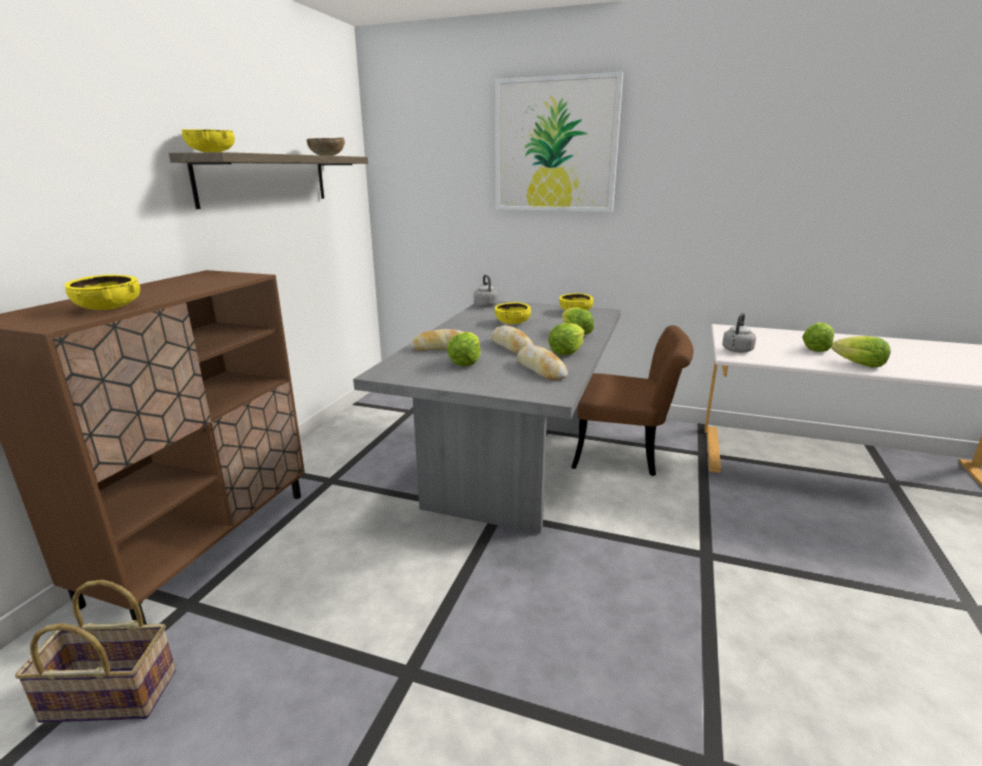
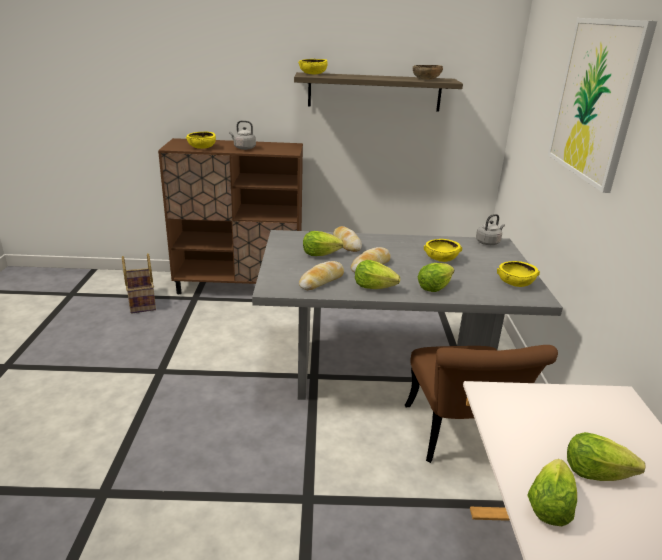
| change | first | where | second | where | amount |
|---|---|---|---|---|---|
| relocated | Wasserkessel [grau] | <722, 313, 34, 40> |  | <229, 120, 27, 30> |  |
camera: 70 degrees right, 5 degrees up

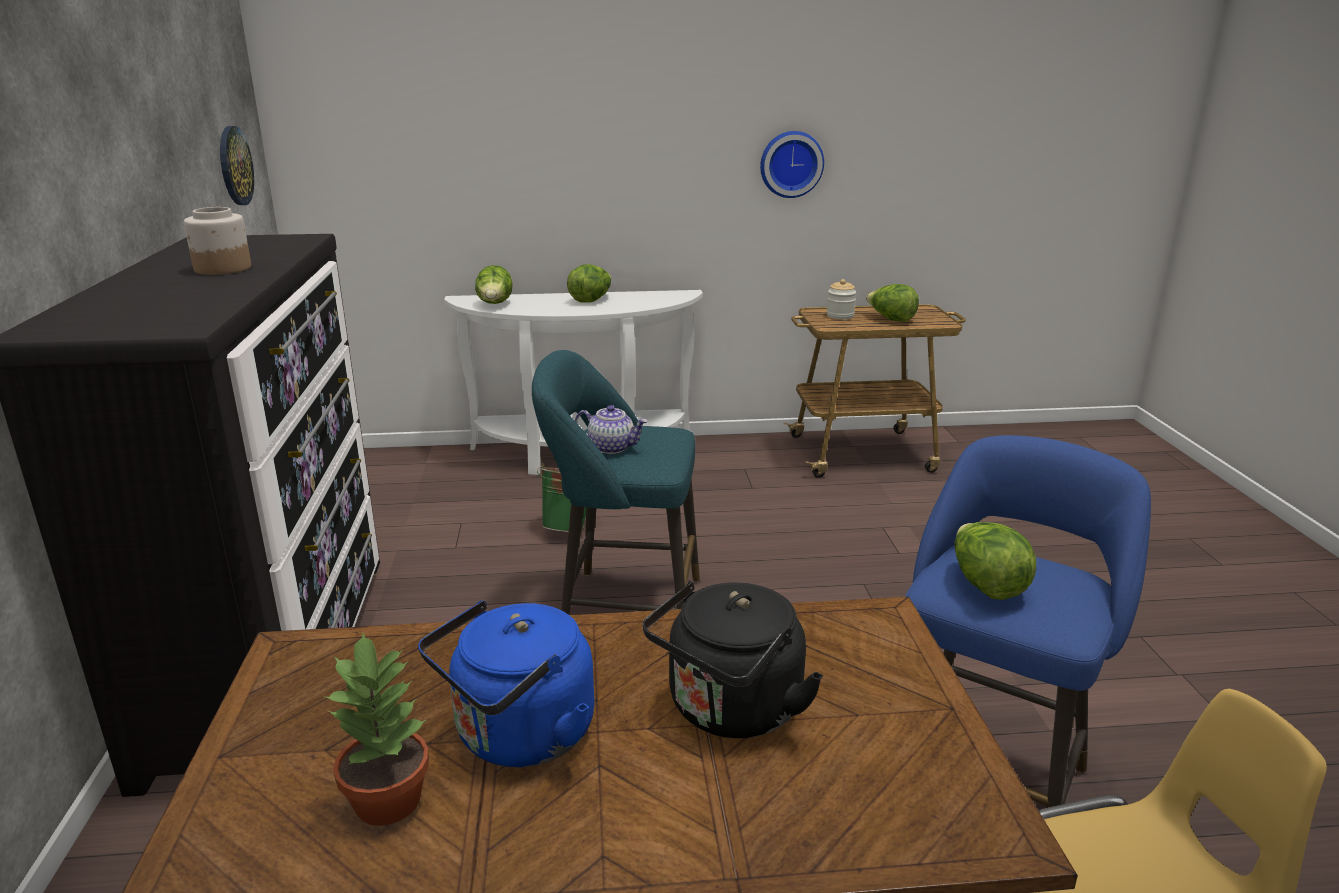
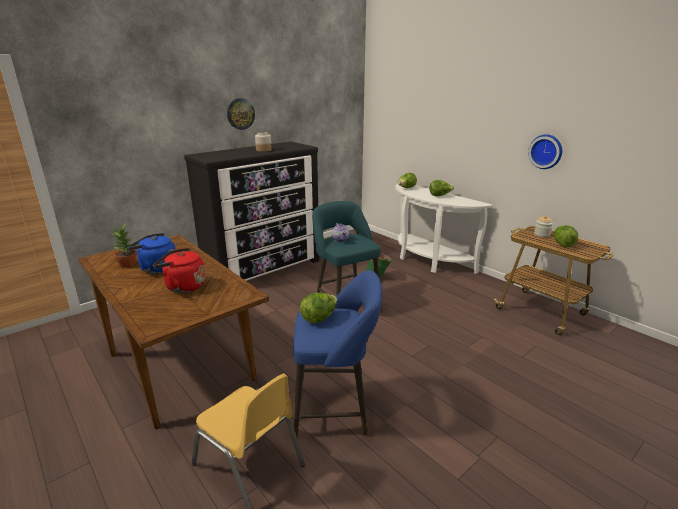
| change | first | where | second | where | amount |
|---|---|---|---|---|---|
| relocated | Wanduhr | <220, 126, 34, 79> |  | <227, 98, 28, 32> |  |
| colour | Wasserkessel [schwarz] | <643, 581, 180, 157> | Wasserkessel [rot] | <153, 248, 52, 45> |  |
camera: 55 degrees right, 0 degrees up

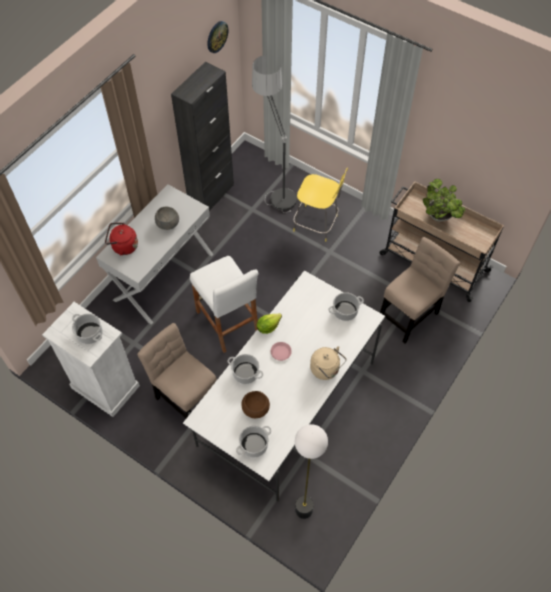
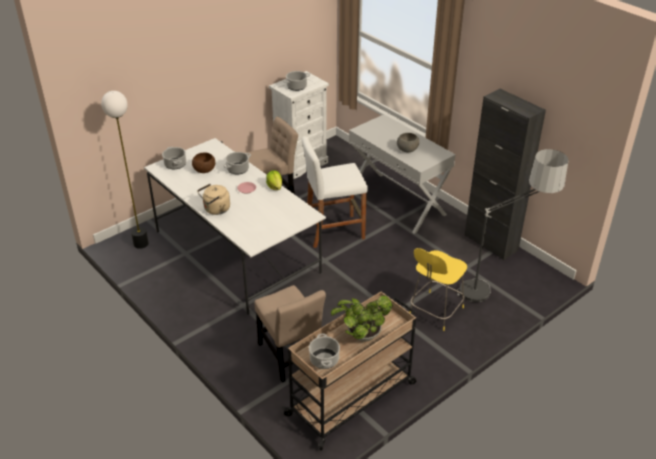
| change | first | where | second | where | amount |
|---|---|---|---|---|---|
| missing | Wasserkessel [rot] | <105, 222, 33, 33> |  |  |  |
| missing | Wanduhr | <207, 21, 21, 32> |  |  |  |
| relocated | Kochtopf | <328, 292, 36, 29> |  | <309, 333, 31, 36> |  |
camera: 105 degrees right, 20 degrees down

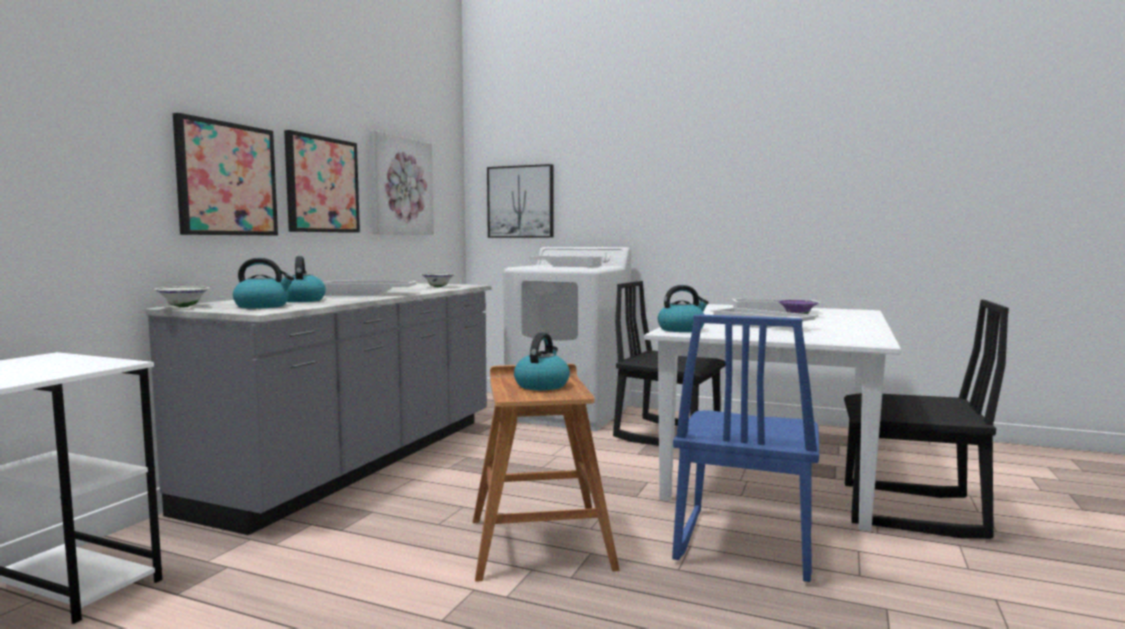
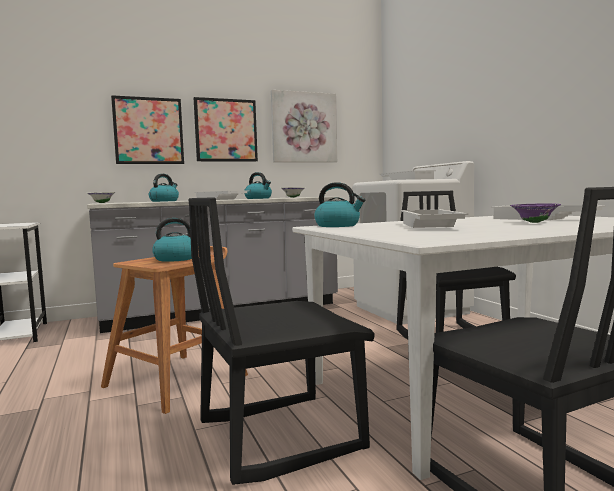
| change | first | where | second | where | amount |
|---|---|---|---|---|---|
| relocated | Wasserkessel | <233, 258, 61, 51> |  | <244, 172, 28, 27> |  |
| missing | Bild | <487, 164, 66, 74> |  |  |  |
| colour | Stuhl [blau] | <672, 314, 147, 268> | Stuhl [schwarz] | <188, 197, 187, 288> |  |
camera: 45 degrees right, 0 degrees up

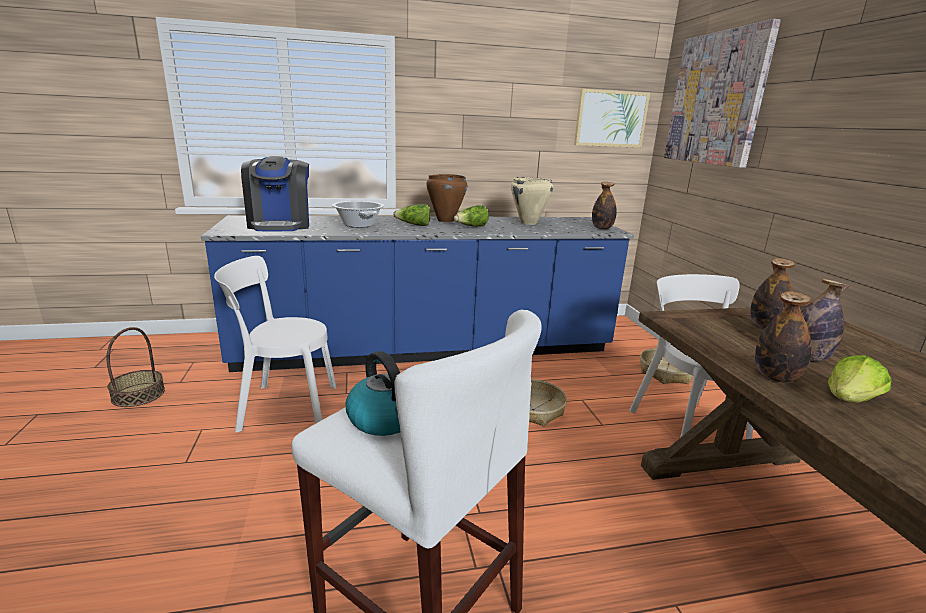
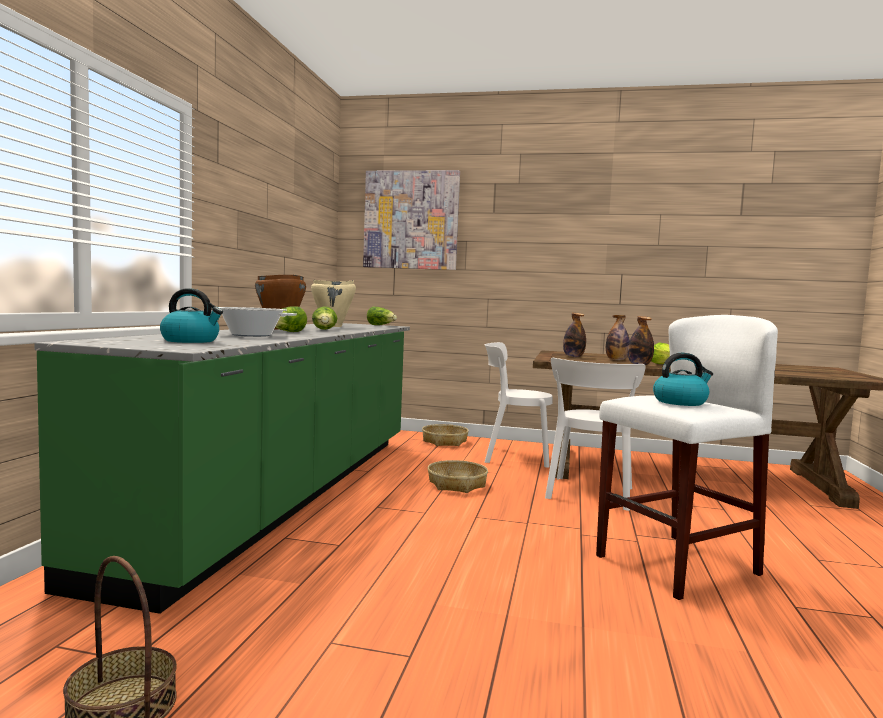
| change | first | where | second | where | amount |
|---|---|---|---|---|---|
| colour | Küchenzeile [blau] | <201, 215, 433, 157> | Küchenzeile [grün] | <35, 323, 375, 291> |  |
| relocated | Stuhl [weiß] | <214, 256, 122, 176> |  | <545, 358, 101, 153> |  |
| exchanged | Kaffeemaschine | <241, 156, 68, 75> | Wasserkessel | <160, 288, 63, 55> |  |
| missing | Bild | <574, 89, 76, 59> |  |  |  |
| exchanged | Flasche | <592, 182, 24, 47> | Salatkopf | <367, 307, 30, 18> |  |
camera: 65 degrees left, 15 degrees down

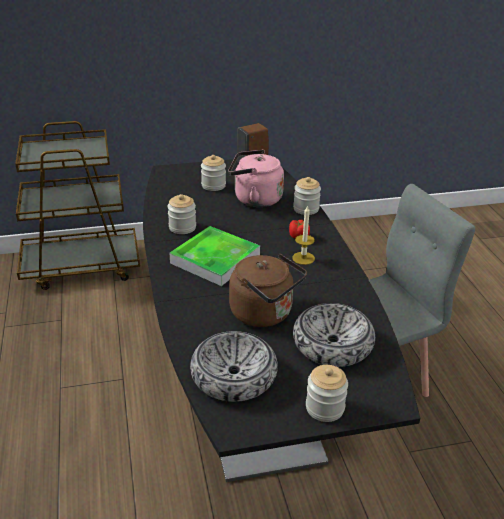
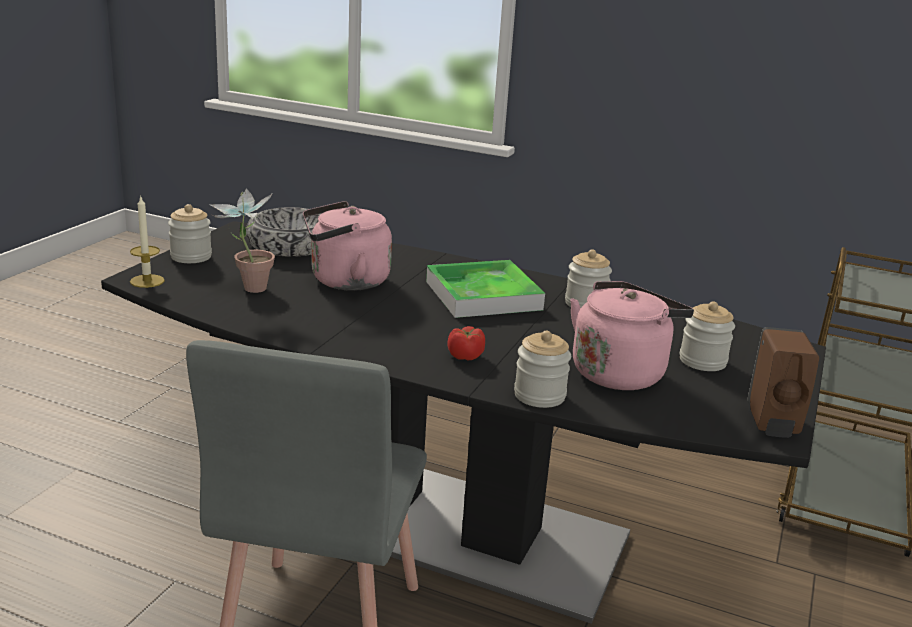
| change | first | where | second | where | amount |
|---|---|---|---|---|---|
| colour | Wasserkessel [braun] | <229, 254, 78, 73> | Wasserkessel [rosa] | <303, 201, 89, 90> |  |
| relocated | Kerze | <292, 205, 23, 60> |  | <130, 195, 35, 93> |  |
| exchanged | Schüssel | <293, 303, 82, 64> | Topfpflanze | <209, 189, 66, 104> |  |
camera: 125 degrees right, 10 degrees down

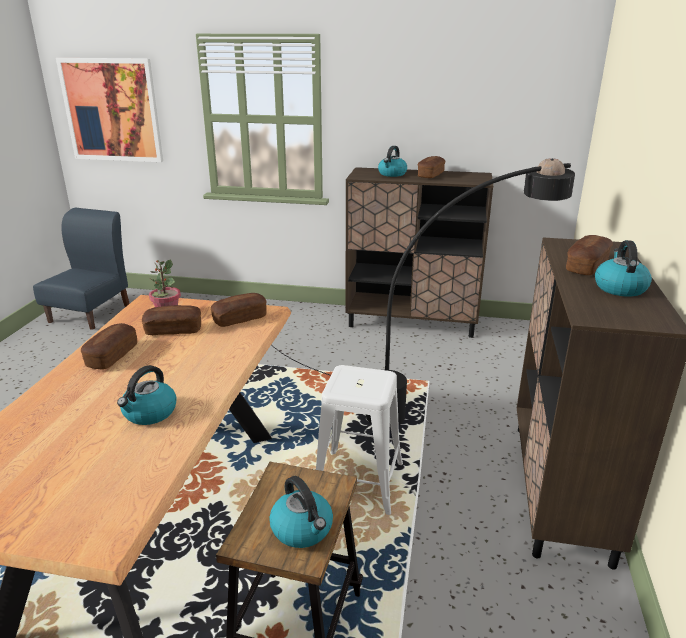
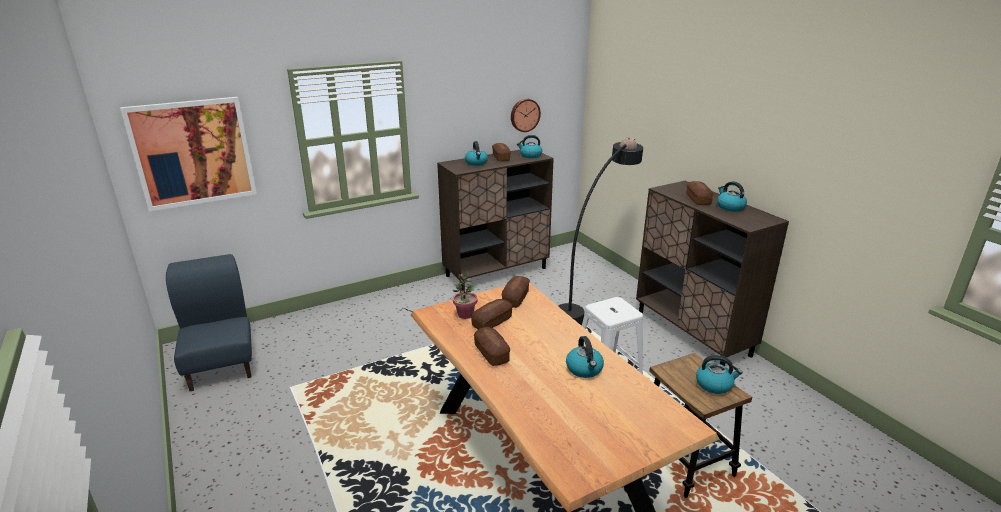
| change | first | where | second | where | amount |
|---|---|---|---|---|---|
| appeared |  |  | Wanduhr | <511, 99, 30, 33> |  |
| appeared |  |  | Wasserkessel | <517, 135, 25, 23> |  |
camera: 40 degrees left, 0 degrees up

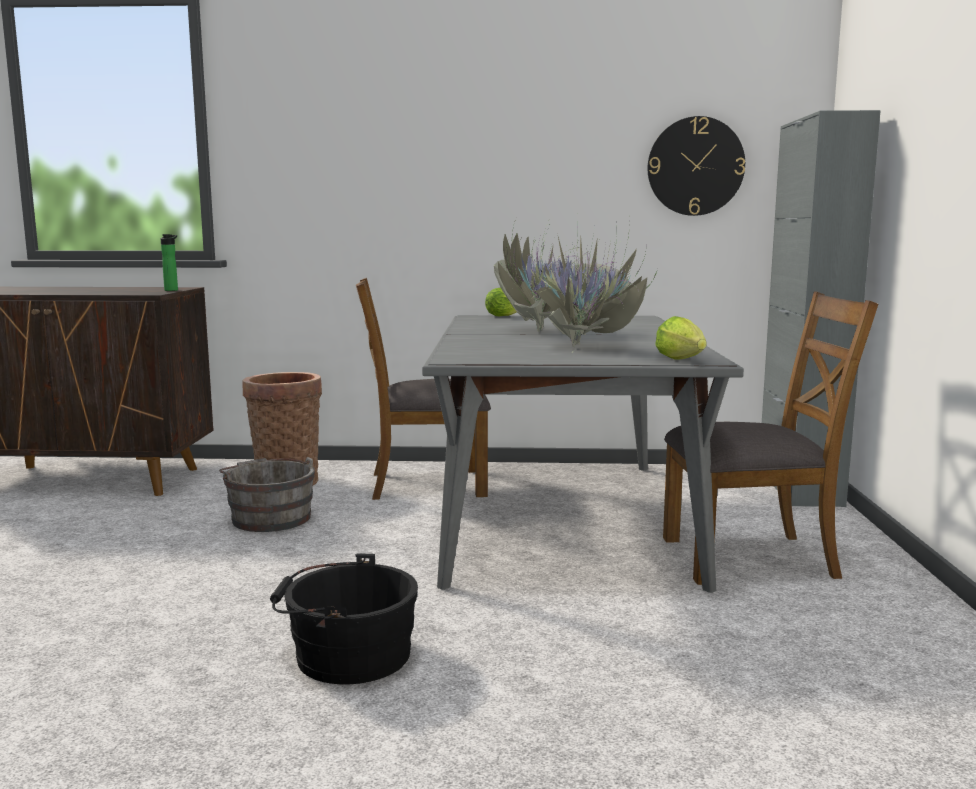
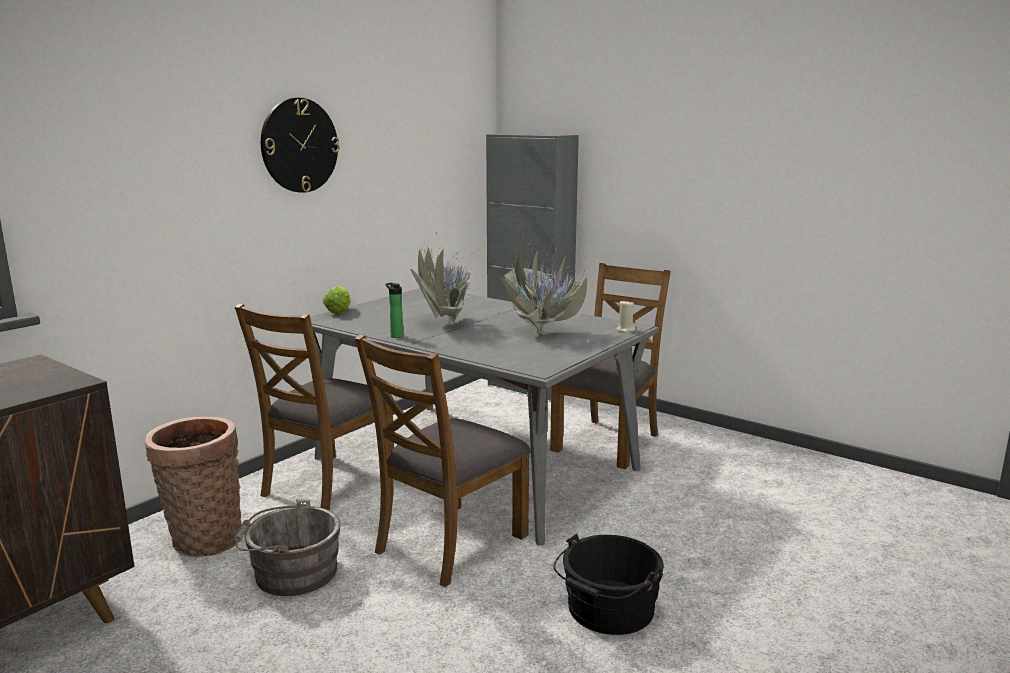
| change | first | where | second | where | amount |
|---|---|---|---|---|---|
| relocated | Flasche | <161, 234, 17, 57> |  | <385, 283, 18, 55> |  |
| relocated | Wanduhr | <648, 116, 97, 100> |  | <261, 98, 79, 95> |  |
| exchanged | Salatkopf | <655, 316, 51, 44> | Kerze [beige] | <617, 301, 18, 32> |  |
| appeared |  |  | Stuhl [braun] | <355, 334, 176, 253> |  |
camera: 55 degrees left, 5 degrees up

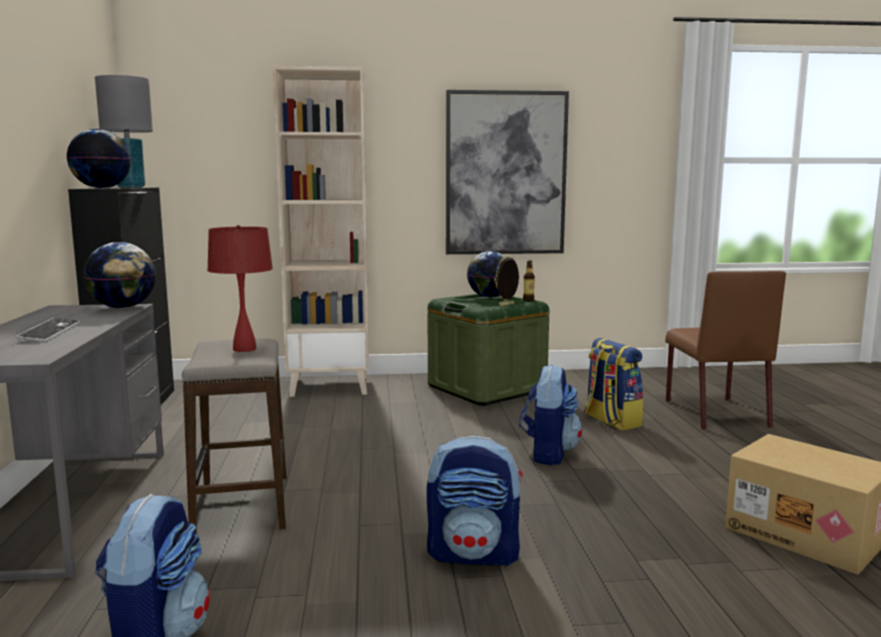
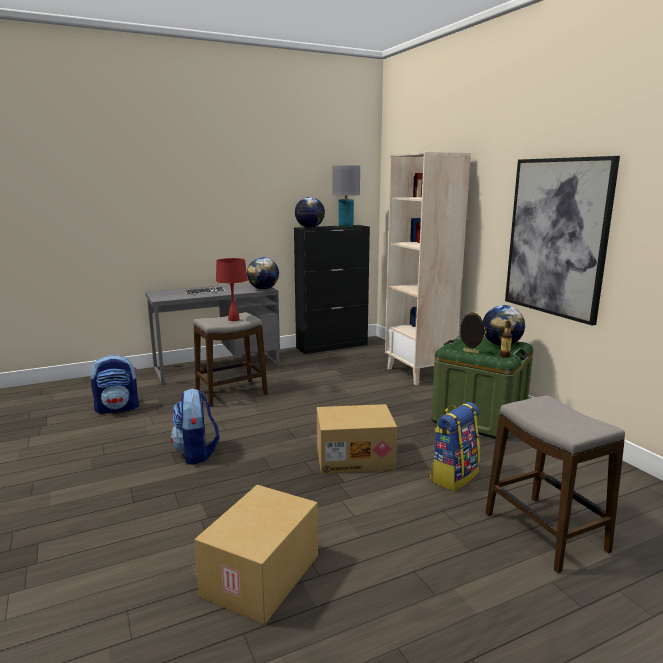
| change | first | where | second | where | amount |
|---|---|---|---|---|---|
| exchanged | Rucksack | <519, 364, 63, 102> | Karton | <317, 404, 80, 70> |  |
| exchanged | Stuhl [braun] | <665, 271, 121, 159> | Hocker | <485, 395, 140, 178> |  |
camera: 70 degrees right, 5 degrees up

